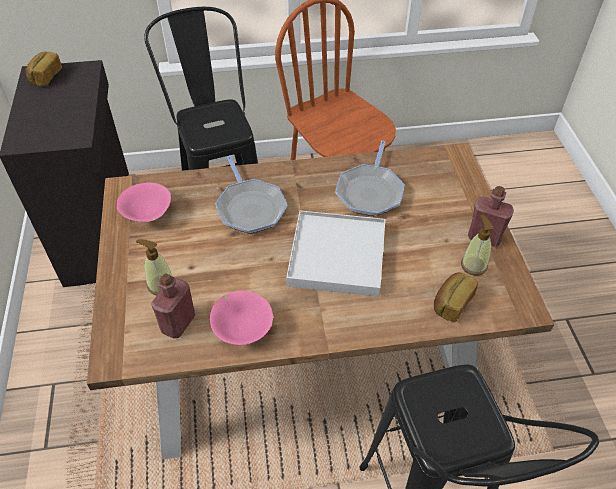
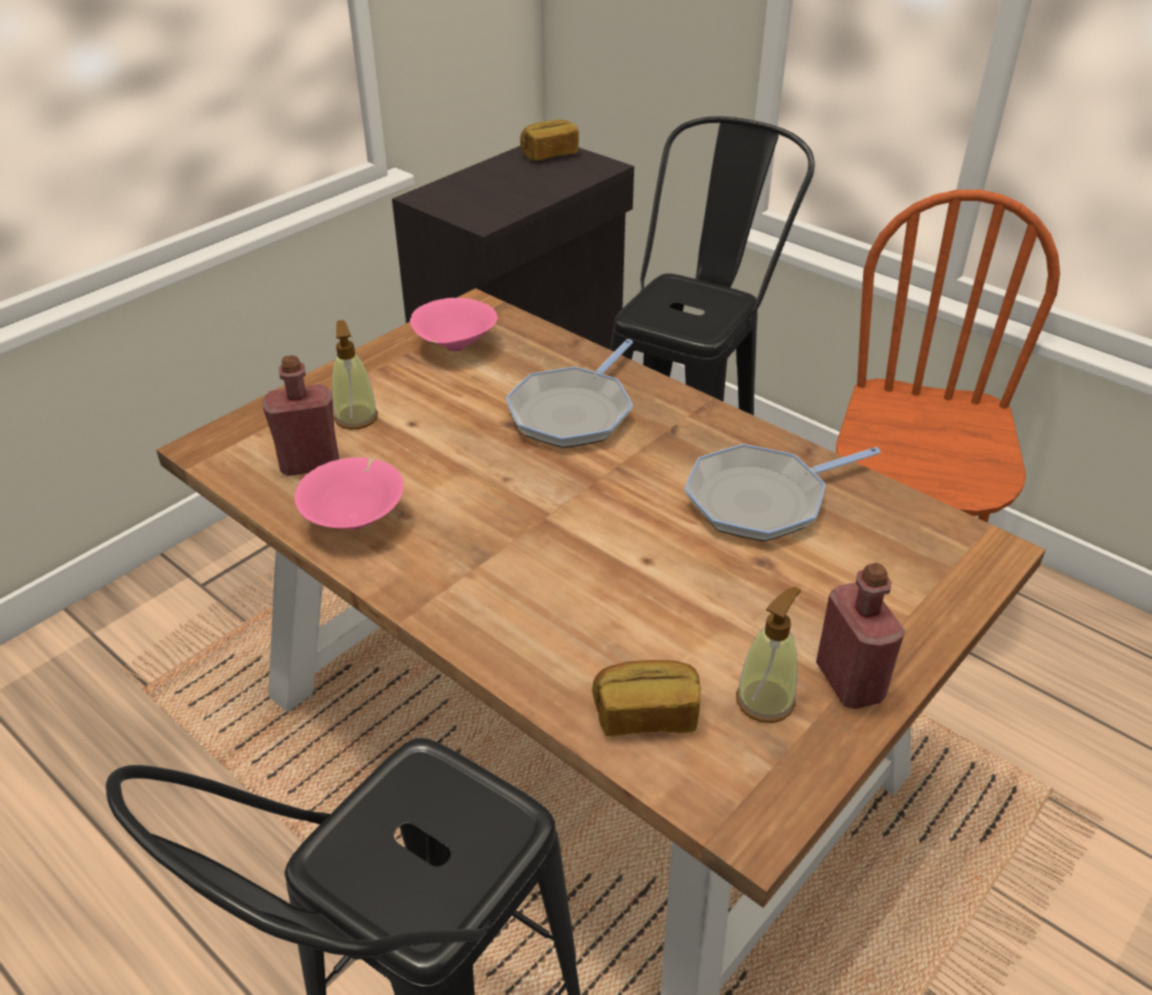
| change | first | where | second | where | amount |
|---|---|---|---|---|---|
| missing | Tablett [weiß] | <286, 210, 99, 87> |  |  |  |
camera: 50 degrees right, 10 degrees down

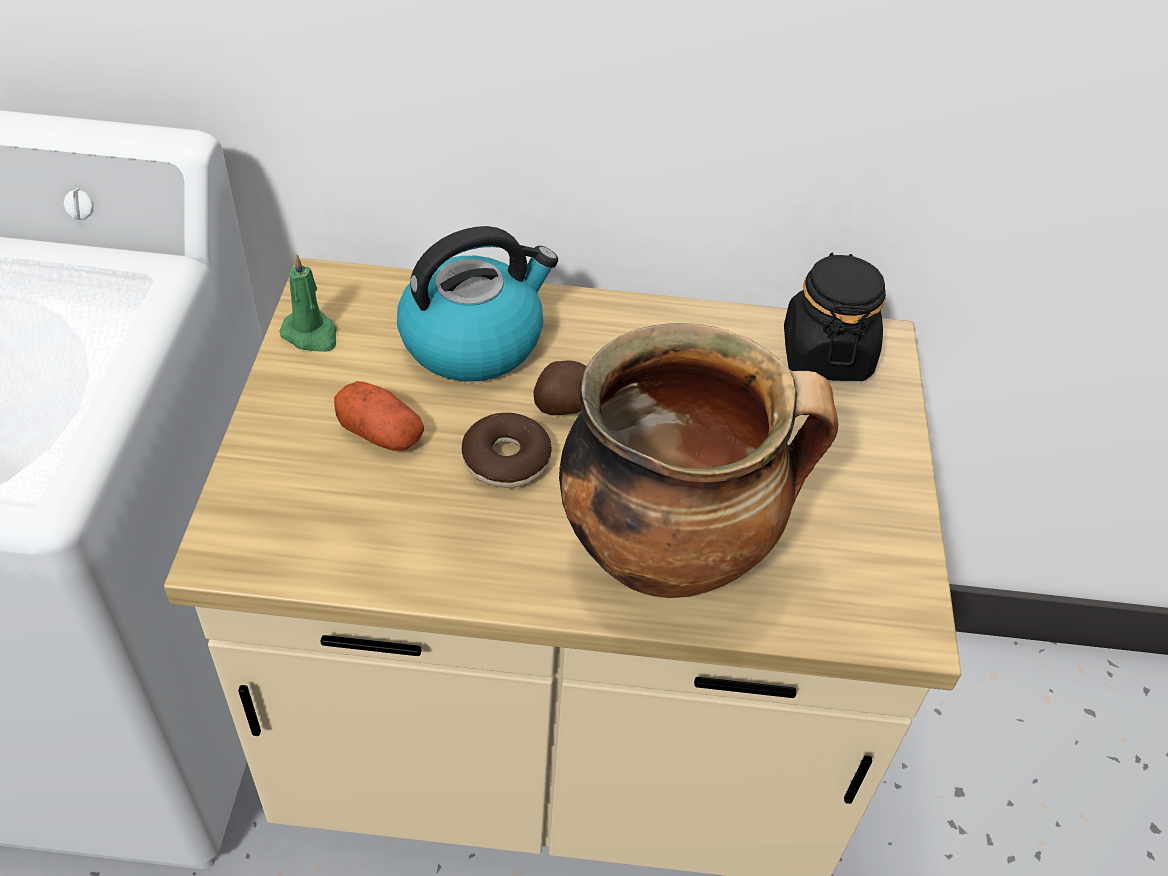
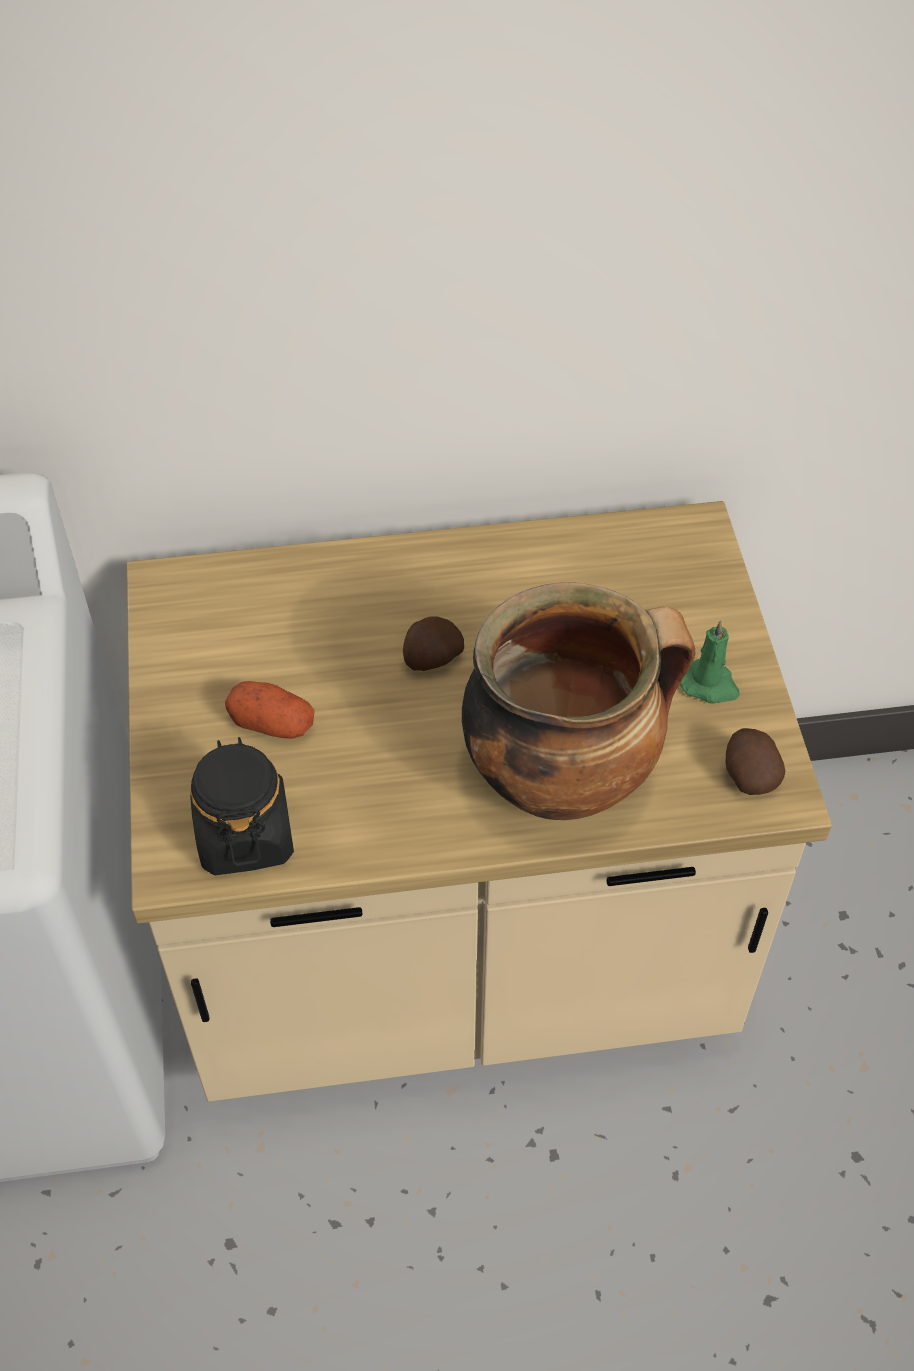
| change | first | where | second | where | amount |
|---|---|---|---|---|---|
| relocated | Kerze [grün] | <279, 254, 58, 98> |  | <680, 620, 59, 84> |  |
| missing | Wasserkessel | <397, 226, 161, 156> |  |  |  |
| missing | Donut | <462, 413, 90, 75> |  |  |  |
| relocated | Vorratsglas [schwarz] | <784, 253, 102, 128> |  | <190, 737, 104, 138> |  |
| appeared |  |  | Kartoffel | <726, 728, 59, 67> |  |
camera: 10 degrees left, 5 degrees up

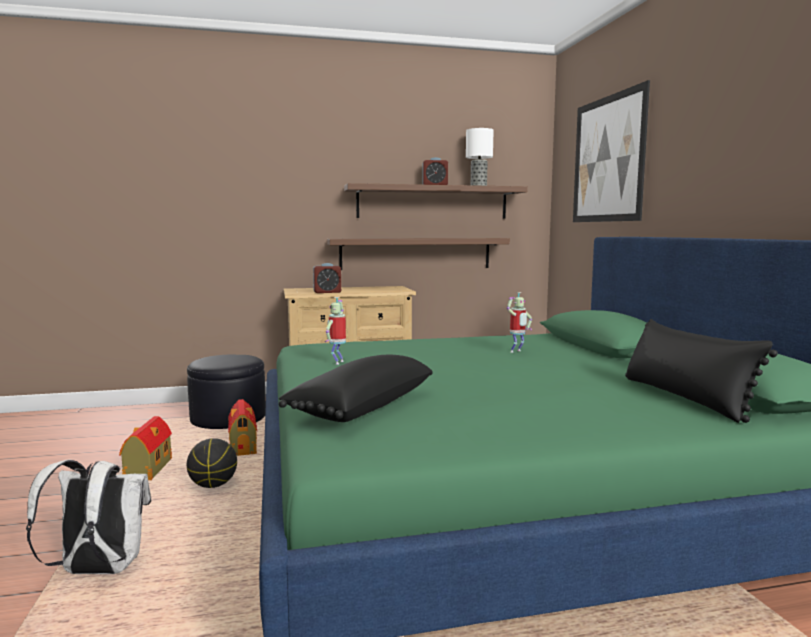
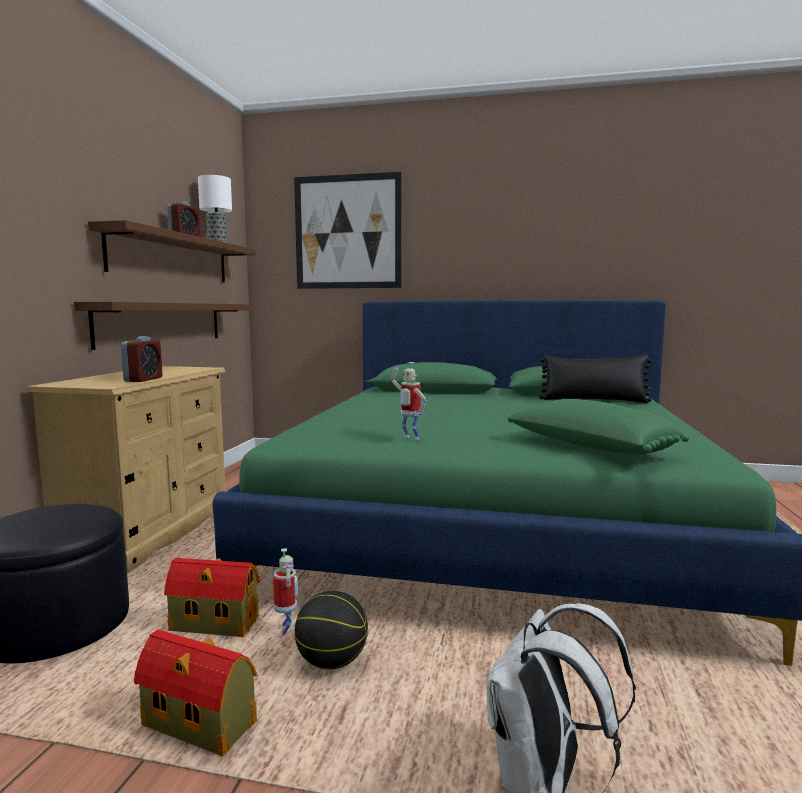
| change | first | where | second | where | amount |
|---|---|---|---|---|---|
| colour | Kissen [schwarz] | <278, 355, 155, 67> | Kissen [grün] | <507, 399, 182, 55> |  |
| relocated | Spielzeugroboter | <507, 292, 25, 61> |  | <273, 548, 25, 88> |  |
camera: 65 degrees left, 0 degrees up

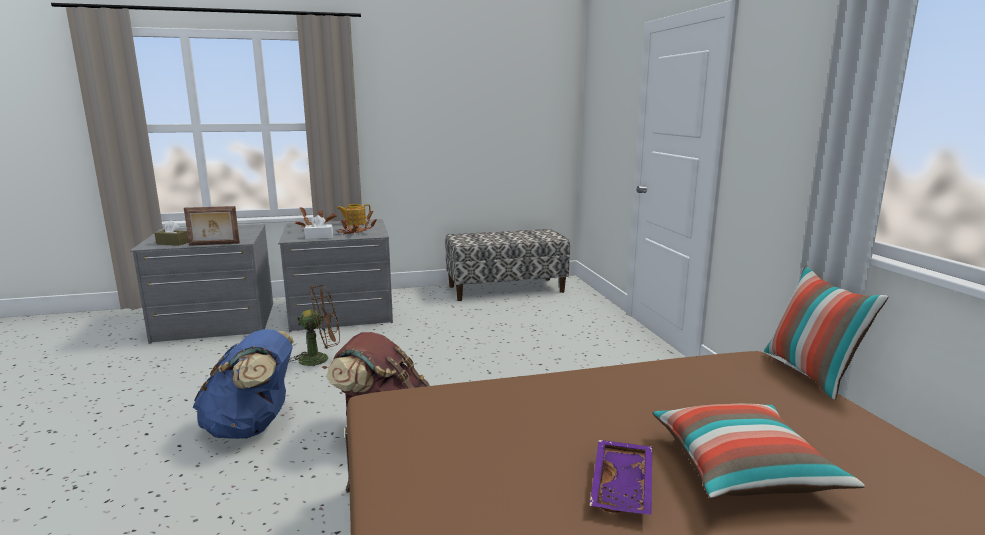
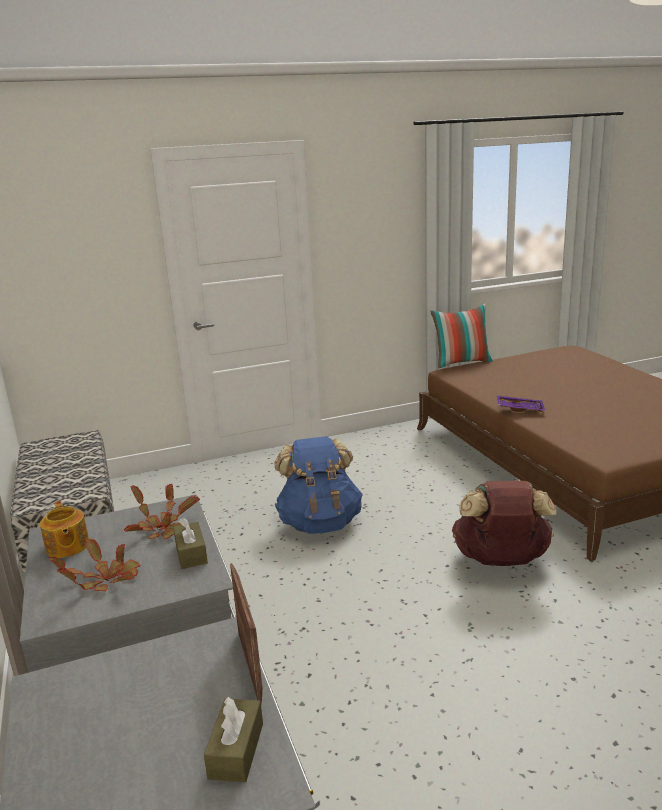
| change | first | where | second | where | amount |
|---|---|---|---|---|---|
| relocated | Rucksack [blau] | <193, 329, 101, 110> |  | <274, 436, 89, 98> |  |
| missing | Ventilator [braun] | <290, 285, 50, 84> |  |  |  |
| colour | Taschentuchbox [weiß] | <305, 215, 28, 24> | Taschentuchbox [braun] | <173, 517, 35, 52> |  |
| relocated | Tablett [lila] | <590, 440, 62, 75> |  | <497, 395, 49, 17> |  |
| missing | Kissen | <652, 404, 213, 95> |  |  |  |
camera: 95 degrees left, 5 degrees up

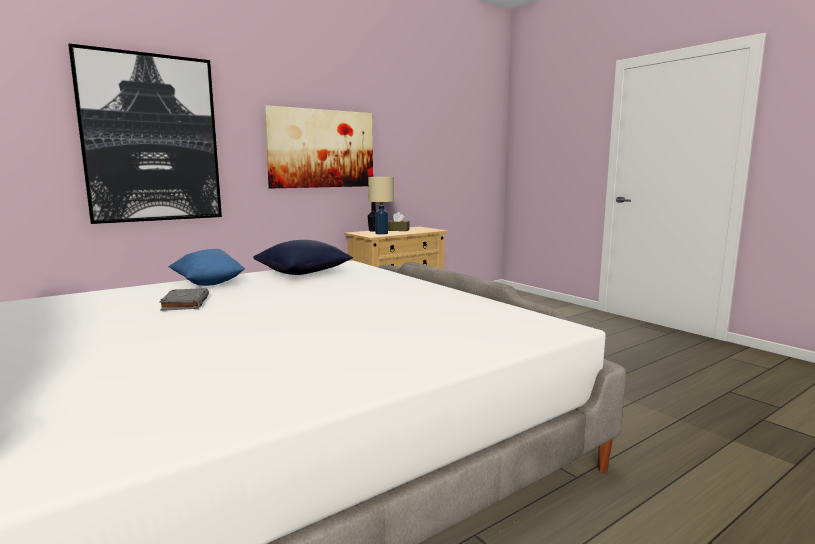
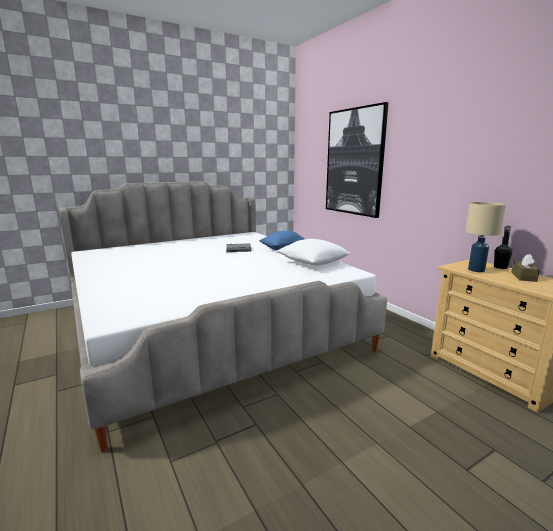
| change | first | where | second | where | amount |
|---|---|---|---|---|---|
| colour | Kissen [blau] | <253, 240, 100, 35> | Kissen [weiß] | <277, 239, 74, 26> |  |
| missing | Bild | <264, 105, 109, 83> |  |  |  |
camera: 95 degrees right, 5 degrees up

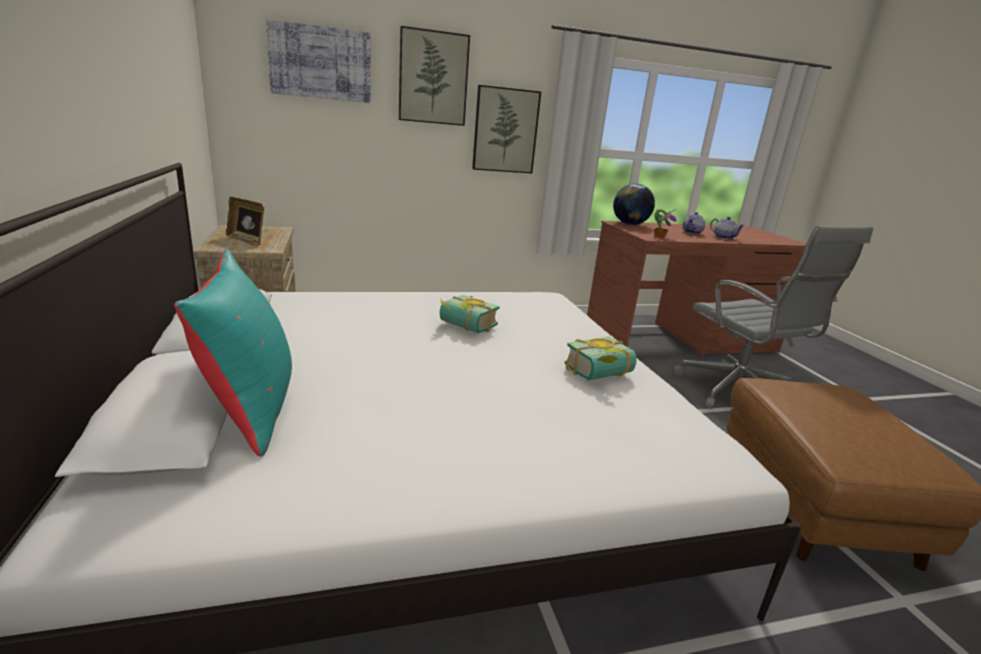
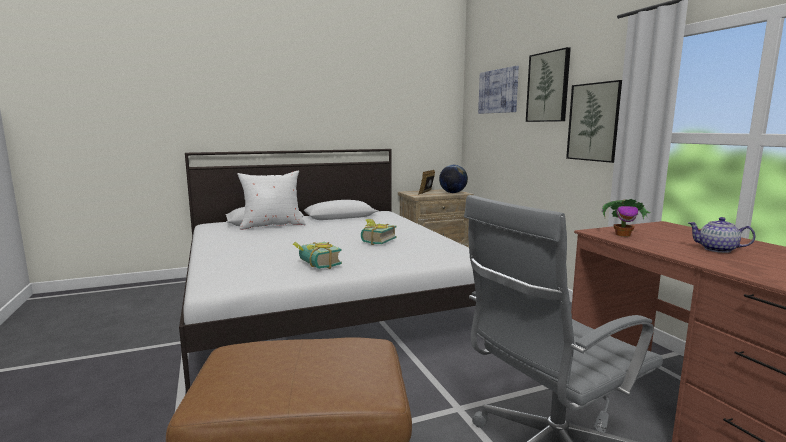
| change | first | where | second | where | amount |
|---|---|---|---|---|---|
| colour | Kissen [türkis] | <174, 249, 118, 208> | Kissen [weiß] | <237, 171, 68, 59> |  |
| relocated | Globus | <613, 184, 42, 41> |  | <439, 165, 29, 28> |  |
| missing | Teekanne | <710, 217, 35, 22> |  |  |  |
camera: 85 degrees right, 10 degrees down

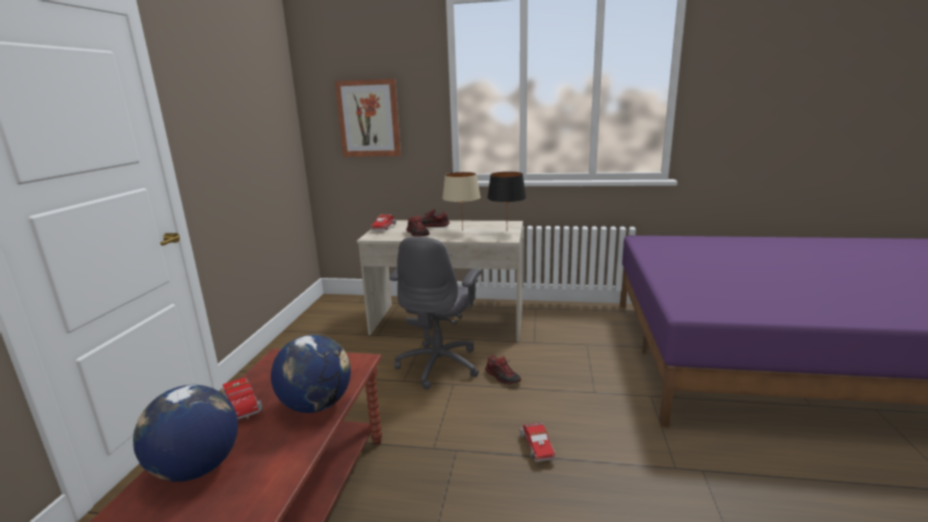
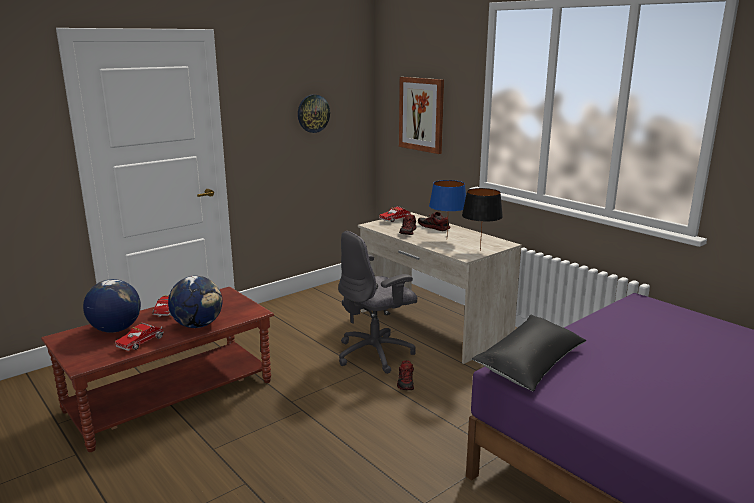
| change | first | where | second | where | amount |
|---|---|---|---|---|---|
| colour | Tischlampe [beige] | <442, 172, 39, 59> | Tischlampe [blau] | <429, 180, 37, 53> |  |
| relocated | Spielzeuglaster | <520, 421, 36, 41> |  | <115, 323, 49, 28> |  |
| appeared |  |  | Wanduhr | <298, 94, 32, 39> |  |
| appeared |  |  | Kissen [schwarz] | <472, 315, 114, 77> |  |
camera: 40 degrees right, 0 degrees up

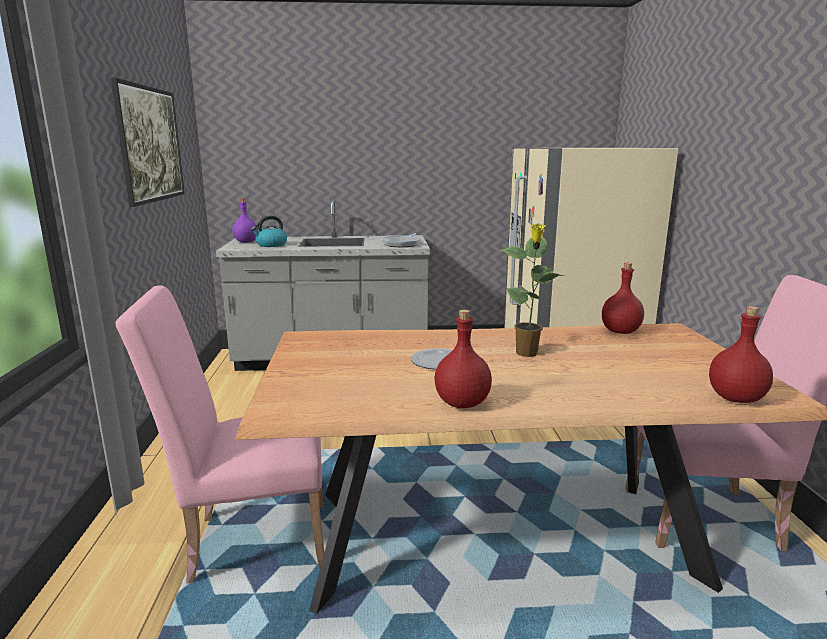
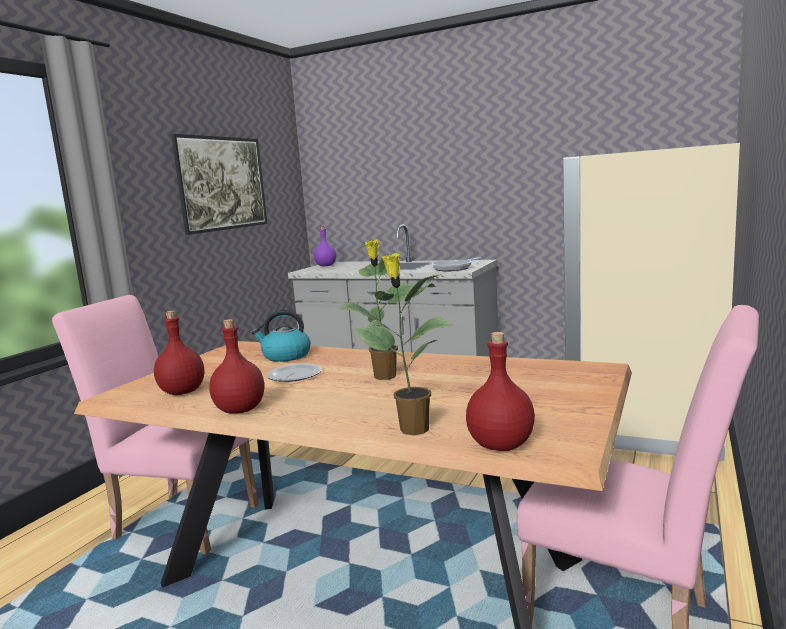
| change | first | where | second | where | amount |
|---|---|---|---|---|---|
| relocated | Wasserkessel | <251, 216, 36, 31> |  | <251, 310, 60, 52> |  |
| relocated | Flasche [rot] | <602, 263, 42, 71> |  | <154, 311, 50, 84> |  |
| appeared |  |  | Topfpflanze | <356, 253, 97, 182> |  |
camera: 30 degrees right, 5 degrees down

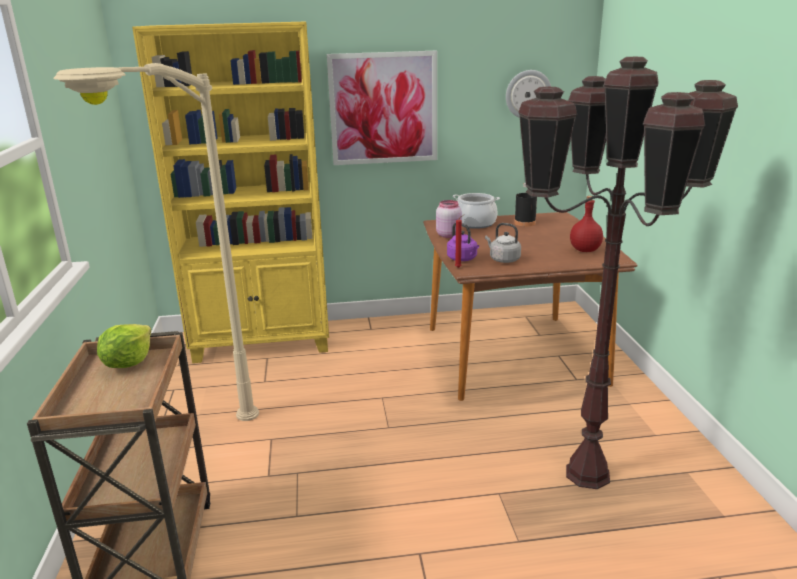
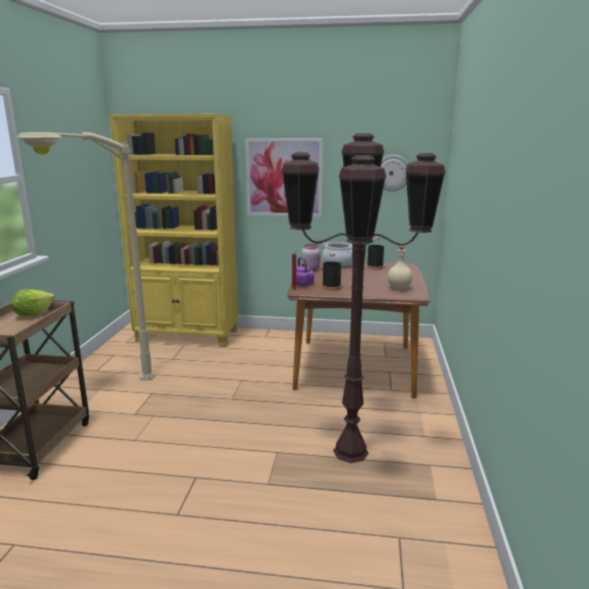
| change | first | where | second | where | amount |
|---|---|---|---|---|---|
| exchanged | Wasserkessel [grau] | <485, 223, 36, 40> | Flasche [schwarz] | <322, 253, 19, 38> |  |
| colour | Flasche [rot] | <570, 196, 33, 56> | Flasche [beige] | <388, 246, 25, 43> |  |
camera: 15 degrees right, 5 degrees down

